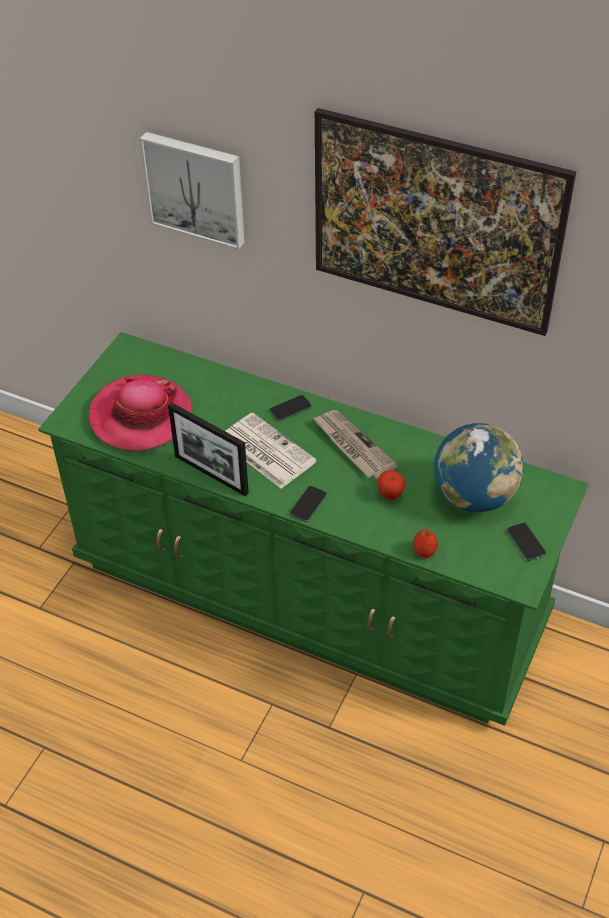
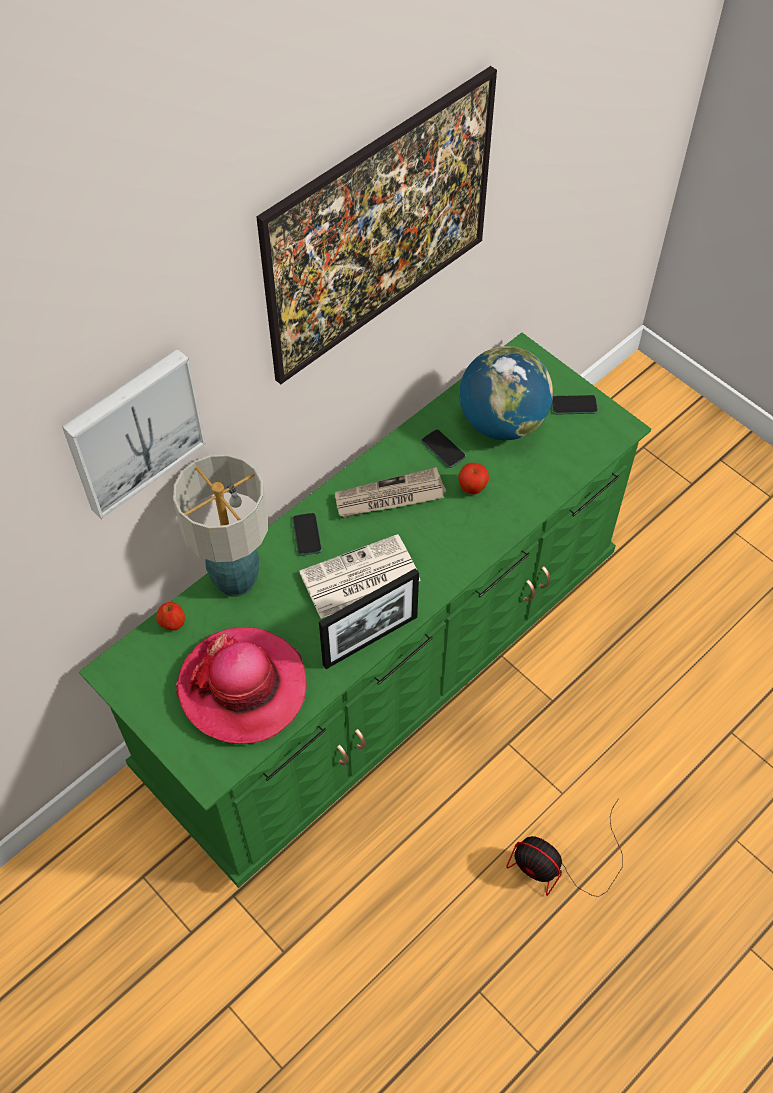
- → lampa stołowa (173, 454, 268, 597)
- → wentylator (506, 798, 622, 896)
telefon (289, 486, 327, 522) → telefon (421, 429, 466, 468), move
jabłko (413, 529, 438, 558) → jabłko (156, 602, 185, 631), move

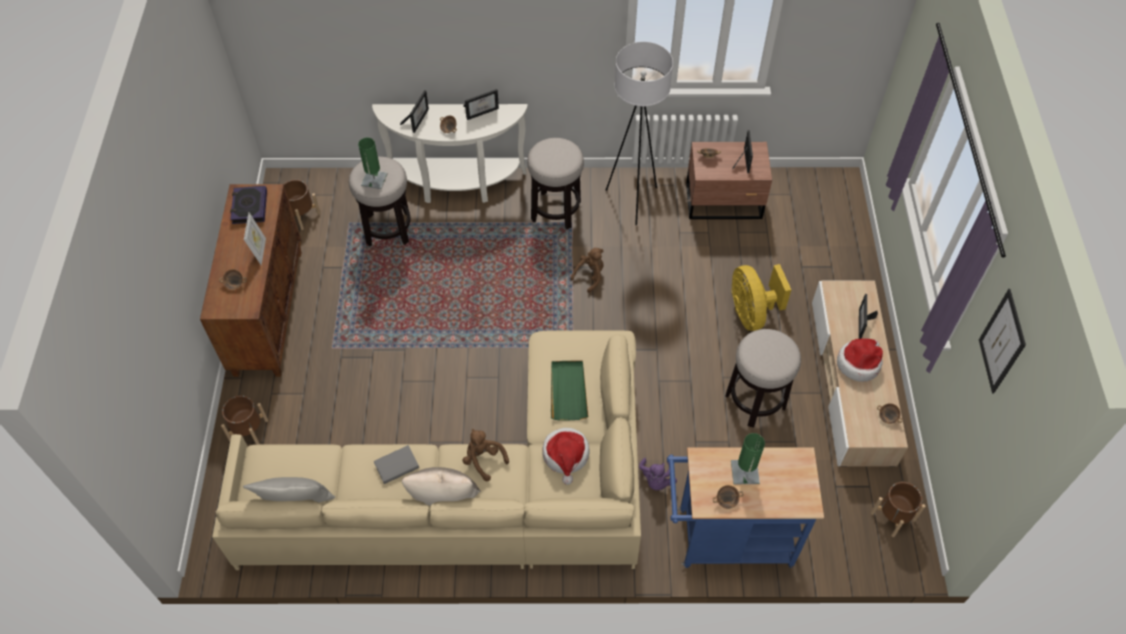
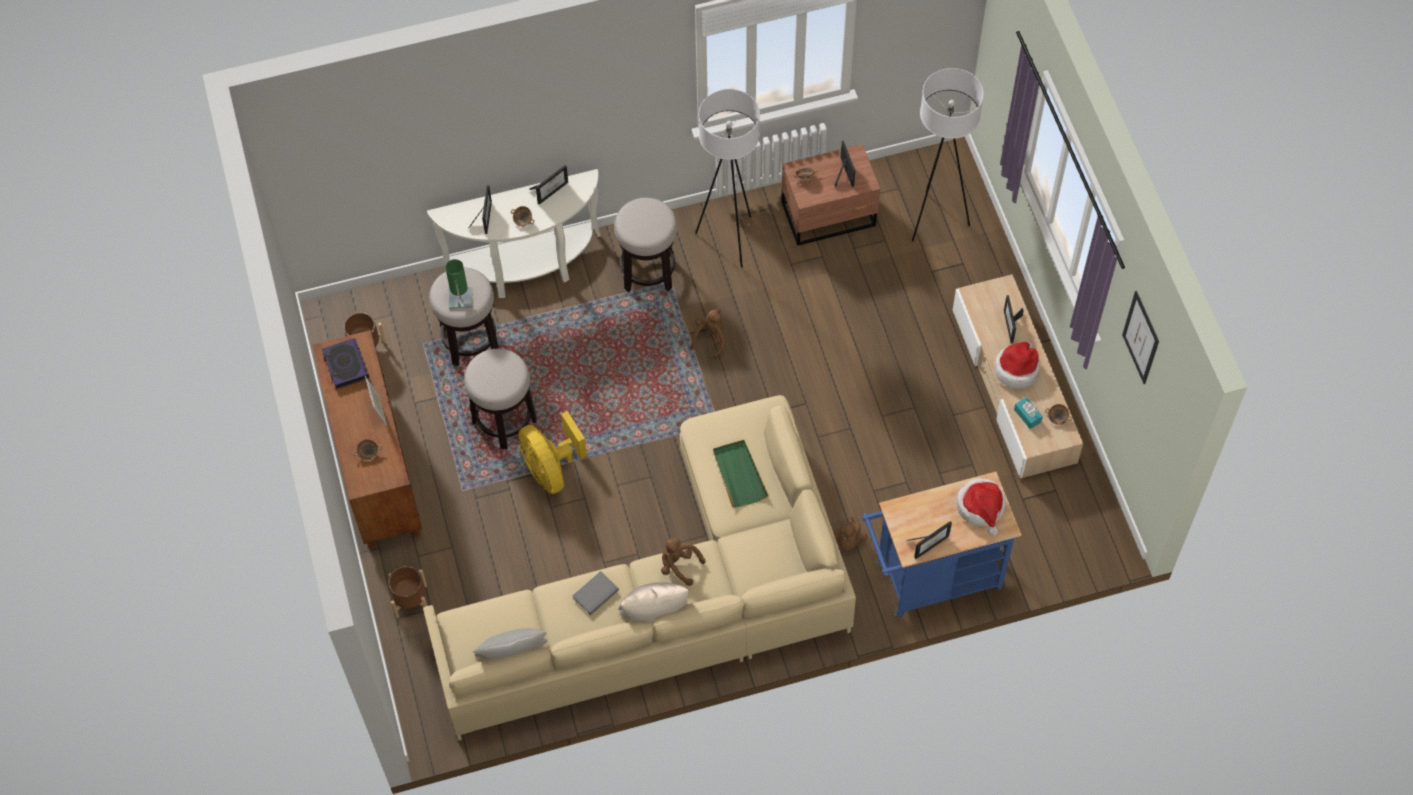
lampa stołowa (zielony) (731, 433, 765, 484) → -
donica (brązowy) (871, 482, 926, 537) → -
- → lampa stojąca (biały) (912, 68, 984, 242)
- → pudełko chusteczek (turkusowy) (1014, 397, 1043, 429)
kapelusz (542, 428, 590, 485) → kapelusz (956, 478, 1006, 536), move
stołek (725, 329, 801, 427) → stołek (464, 348, 537, 449), move
wentylator (żółty) (731, 264, 791, 331) → wentylator (żółty) (519, 411, 587, 494), move
miska (713, 485, 743, 509) → ramka na zdjęcie (906, 521, 952, 559)
pluszak (fioletowy) (639, 458, 677, 490) → pluszak (brązowy) (829, 516, 868, 550)

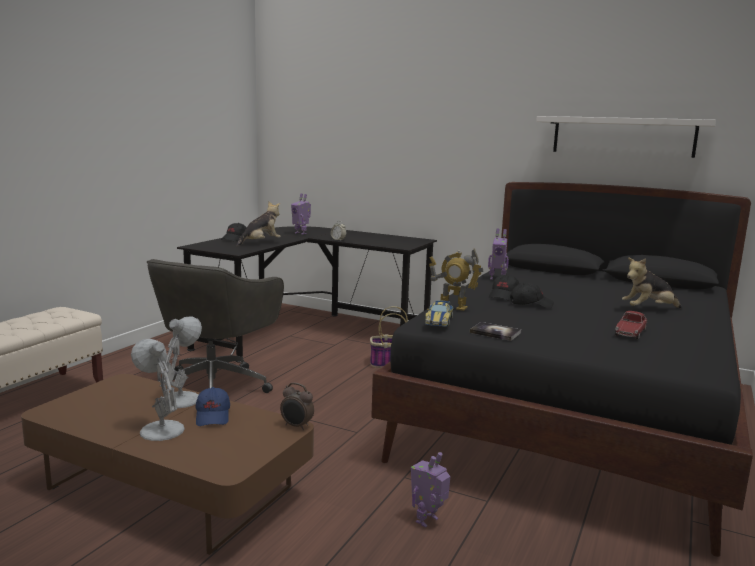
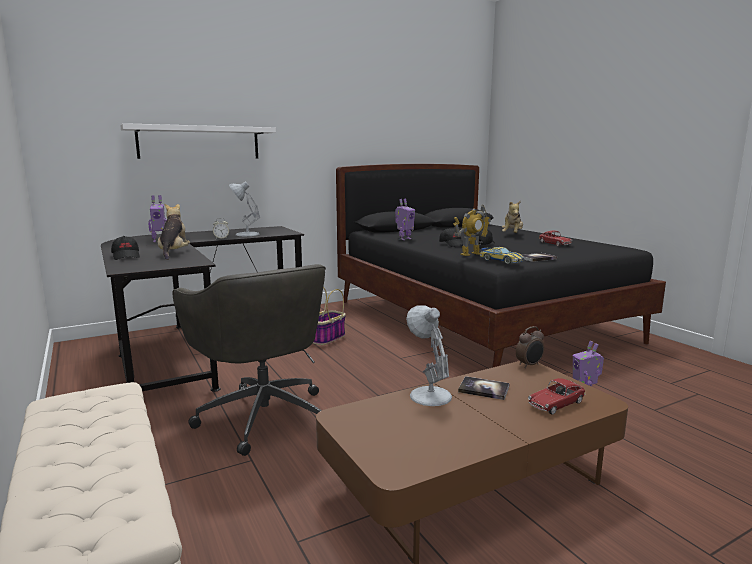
- → samochodzik (528, 378, 586, 414)
lampa stołowa (biały) (131, 339, 185, 441) → lampa stołowa (biały) (229, 182, 260, 236), move
półka (biały) (536, 116, 716, 158) → półka (biały) (120, 123, 276, 159), move
czapka z daszkiem (niebieski) (196, 387, 230, 426) → książka (458, 376, 510, 400)

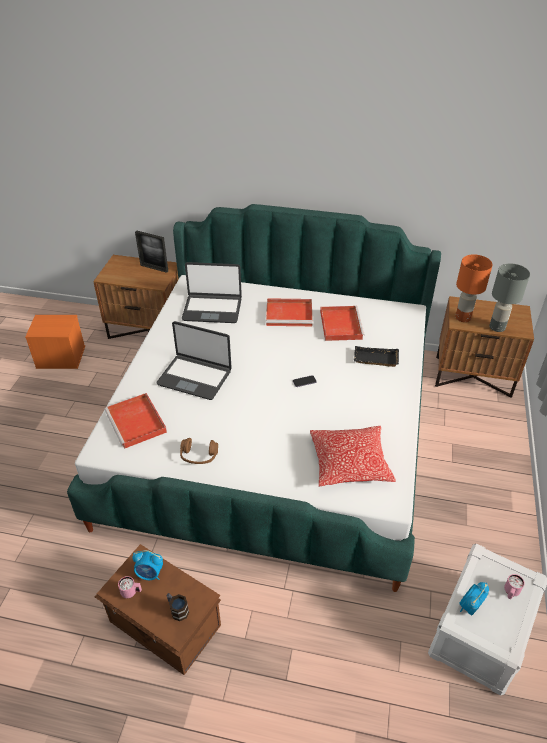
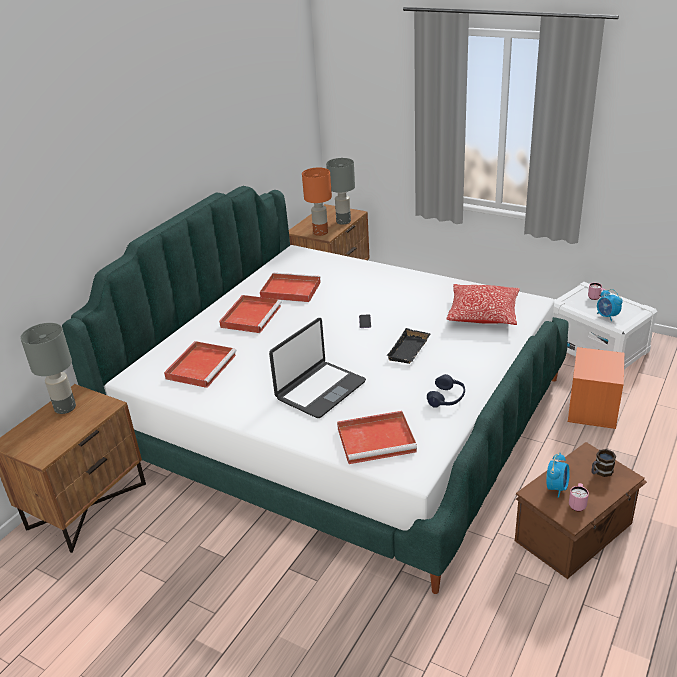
pojemnik do przechowywania (pomarańczowy) (25, 315, 85, 369) → pojemnik do przechowywania (pomarańczowy) (568, 347, 624, 429), move
taca (czarny) (354, 346, 399, 367) → taca (czarny) (386, 328, 431, 364), move
ramka na zdjęcie (135, 231, 168, 273) → lampa stołowa (szary) (20, 323, 76, 414)
laptop (182, 262, 242, 323) → taca (czerwony) (164, 341, 236, 388)
słuchawki (brązowy) (180, 438, 218, 464) → słuchawki (niebieski) (427, 374, 465, 408)

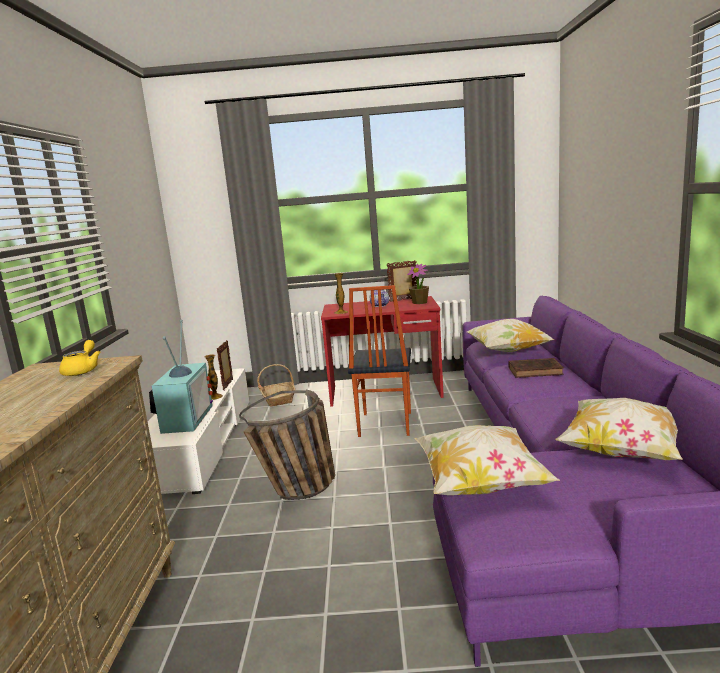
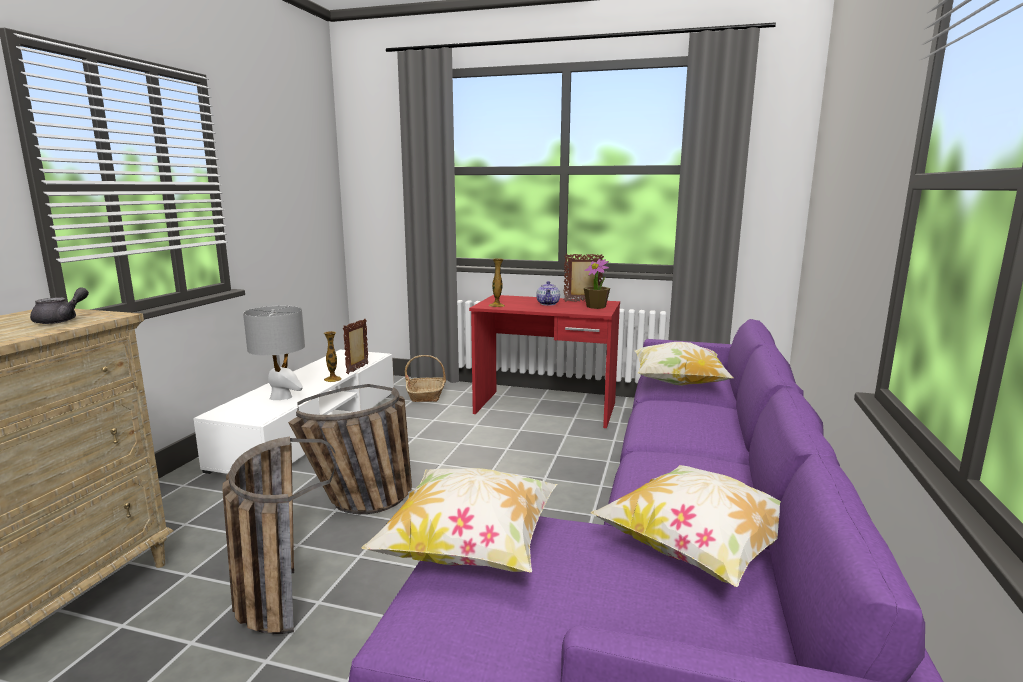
krzesło (348, 285, 411, 437) → -
książka (brązowy) (508, 358, 564, 378) → -
- → koszyk (222, 437, 336, 634)
telewizor (149, 320, 213, 434) → lampa stołowa (szary) (243, 306, 305, 400)
imbryk (żółty) (59, 340, 101, 376) → imbryk (szary) (30, 288, 89, 324)

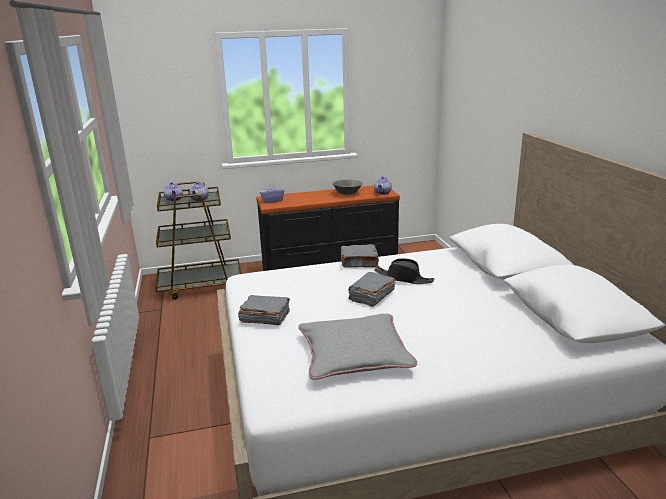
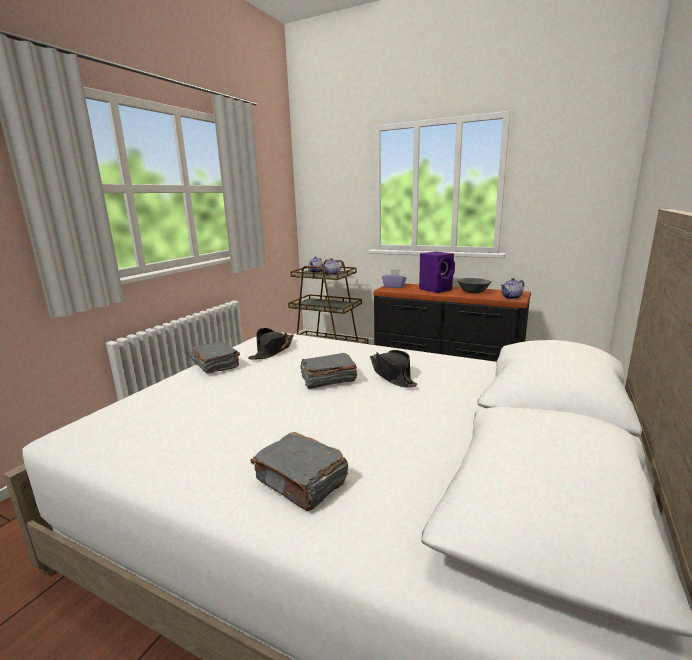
poduszka (szary) (298, 314, 417, 380) → -
- → kapelusz (czarny) (248, 328, 294, 359)
- → głośnik (fioletowy) (419, 251, 455, 293)
książka (szary) (341, 244, 379, 267) → książka (szary) (250, 432, 348, 511), move

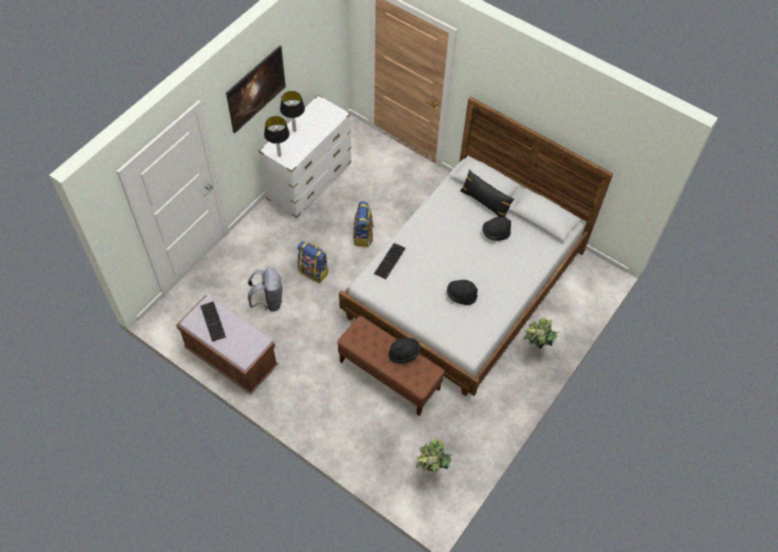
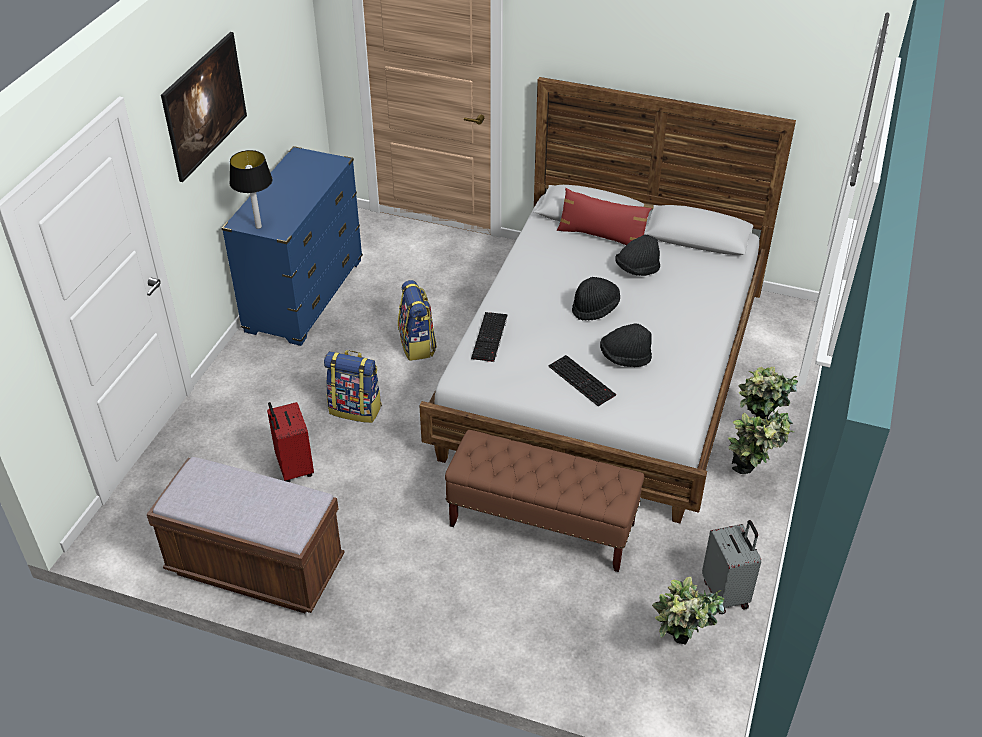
lampa stołowa (280, 91, 305, 132) → -
- → walizka (szary) (702, 520, 761, 614)
- → roślina doniczkowa (728, 409, 795, 474)
klawiatura (200, 301, 226, 342) → klawiatura (548, 355, 616, 406), move
kapelusz (czarny) (389, 338, 420, 364) → kapelusz (czarny) (572, 277, 620, 320), move
plecak (szary) (248, 267, 283, 312) → walizka (czerwony) (267, 402, 314, 482)
komoda (biały) (259, 95, 352, 219) → komoda (niebieski) (222, 146, 363, 346)
poduszka (czarny) (460, 170, 514, 217) → poduszka (czerwony) (557, 188, 652, 245)

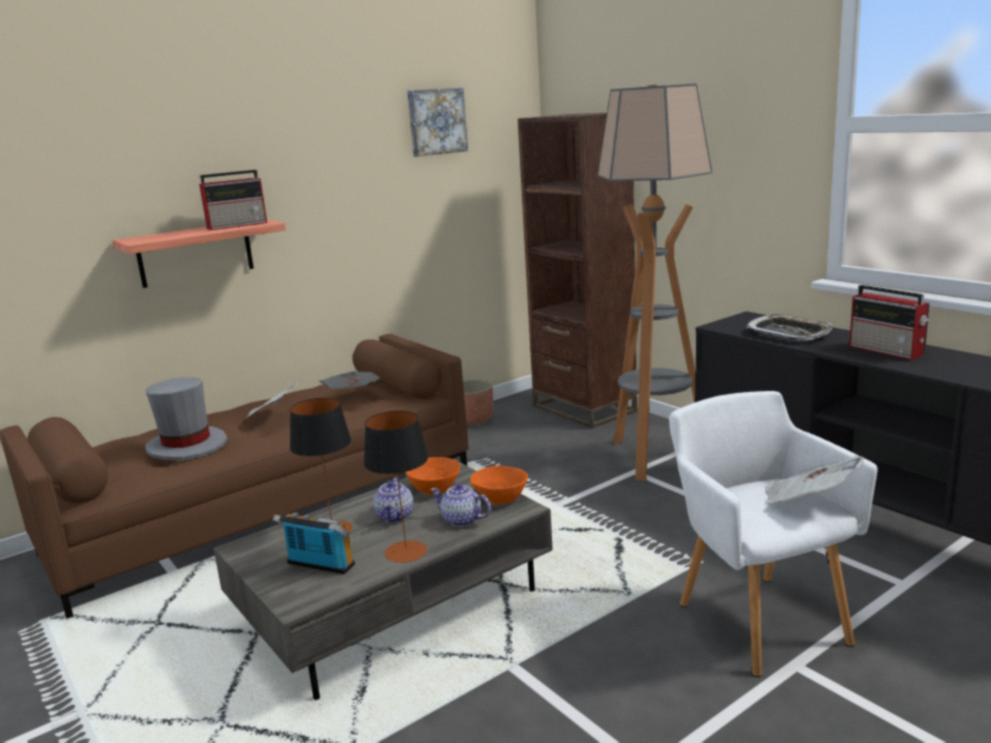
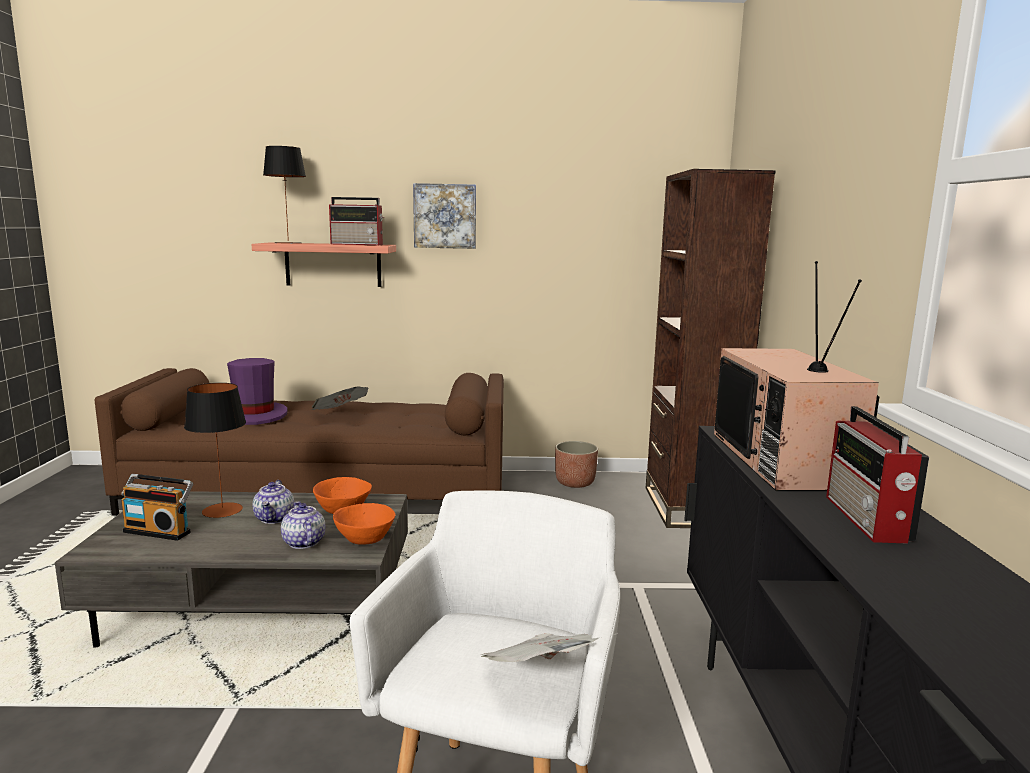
gazeta (318, 371, 380, 389) → -
lampa stojąca (597, 83, 713, 481) → -
lampa stołowa (364, 411, 428, 563) → lampa stołowa (263, 146, 306, 244), move
obraz (407, 88, 468, 157) → obraz (413, 183, 476, 249), move
taca (746, 314, 832, 341) → telewizor (714, 261, 879, 491)
kapelusz (szary) (145, 377, 228, 461) → kapelusz (fioletowy) (227, 358, 288, 425)
radio (273, 513, 355, 574) → radio (121, 474, 193, 541), 135 degrees clockwise
imbryk (373, 477, 414, 523) → imbryk (253, 480, 294, 524), 45 degrees counterclockwise

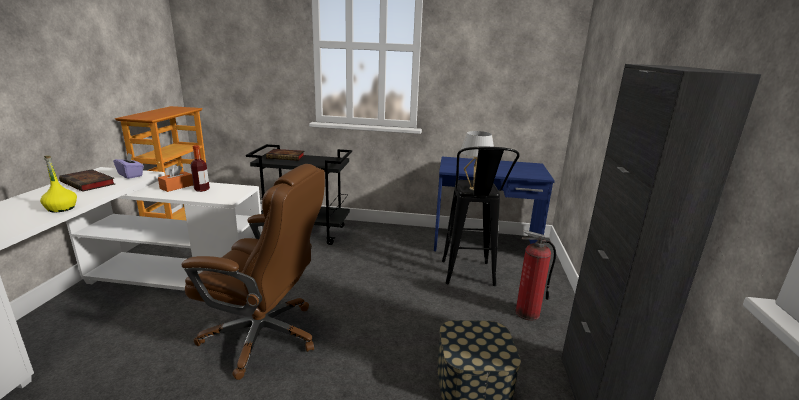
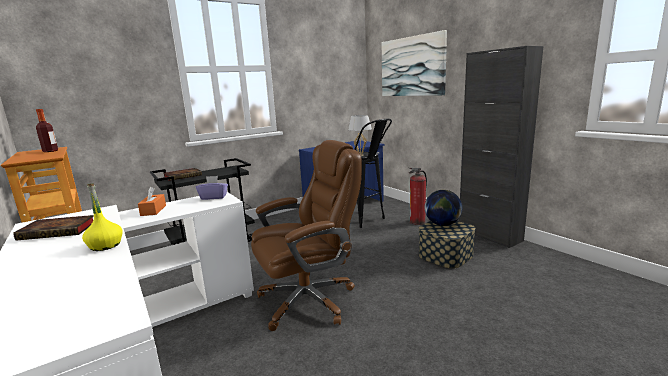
- → obraz (382, 30, 447, 96)
- → globus (425, 190, 462, 226)
pudełko chusteczek (fioletowy) (113, 153, 144, 179) → pudełko chusteczek (fioletowy) (196, 176, 228, 200), move
butelka (191, 145, 210, 192) → butelka (36, 109, 58, 152), move

